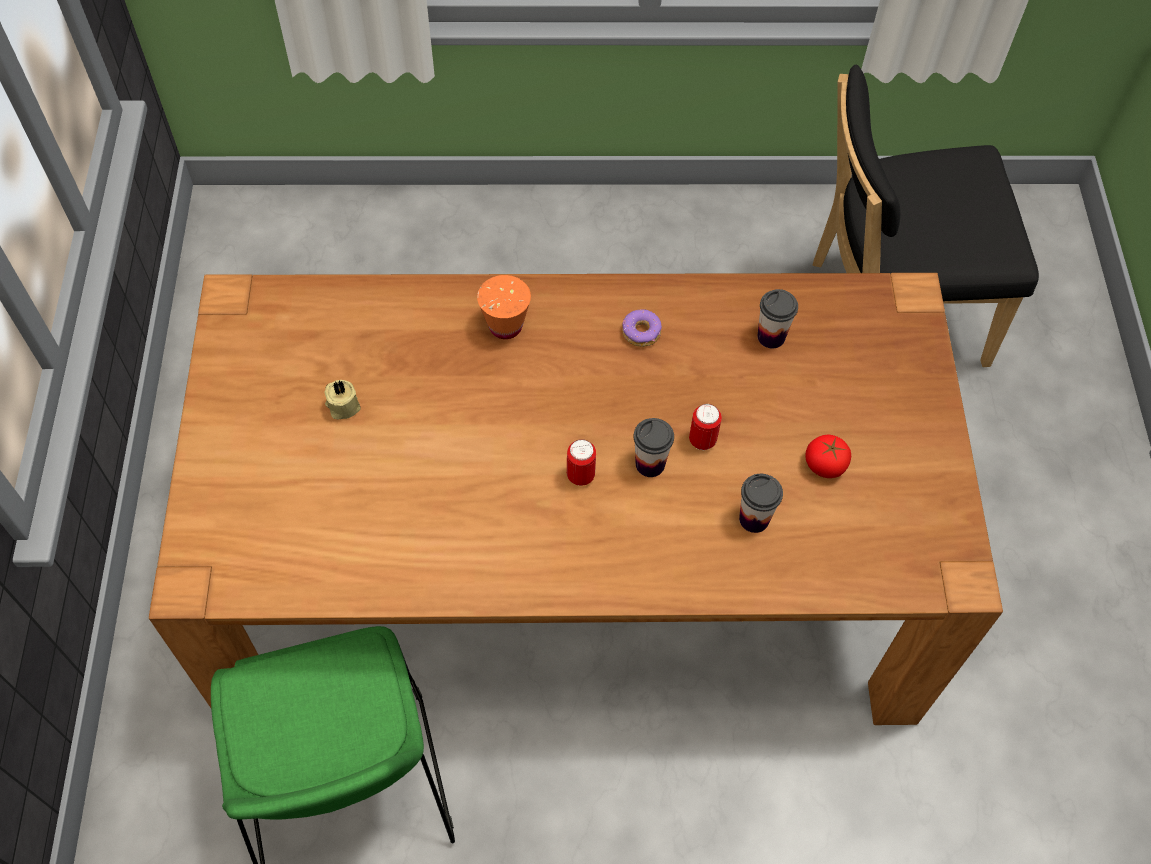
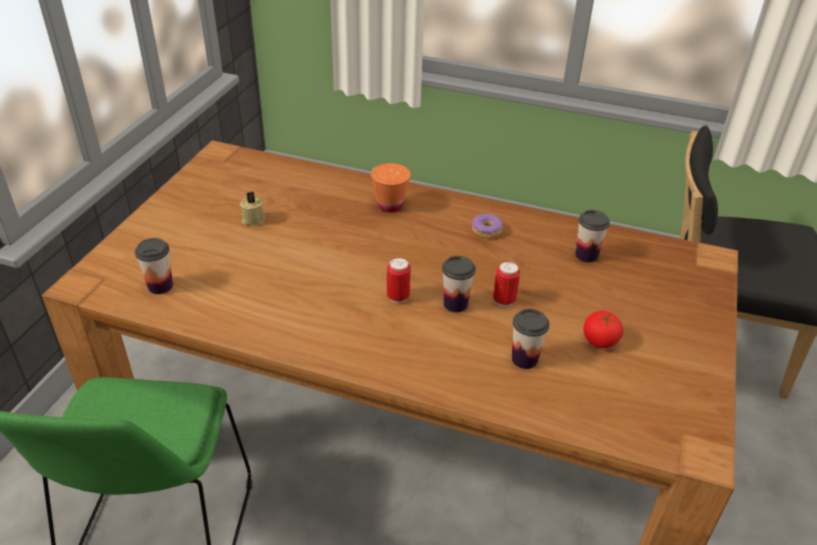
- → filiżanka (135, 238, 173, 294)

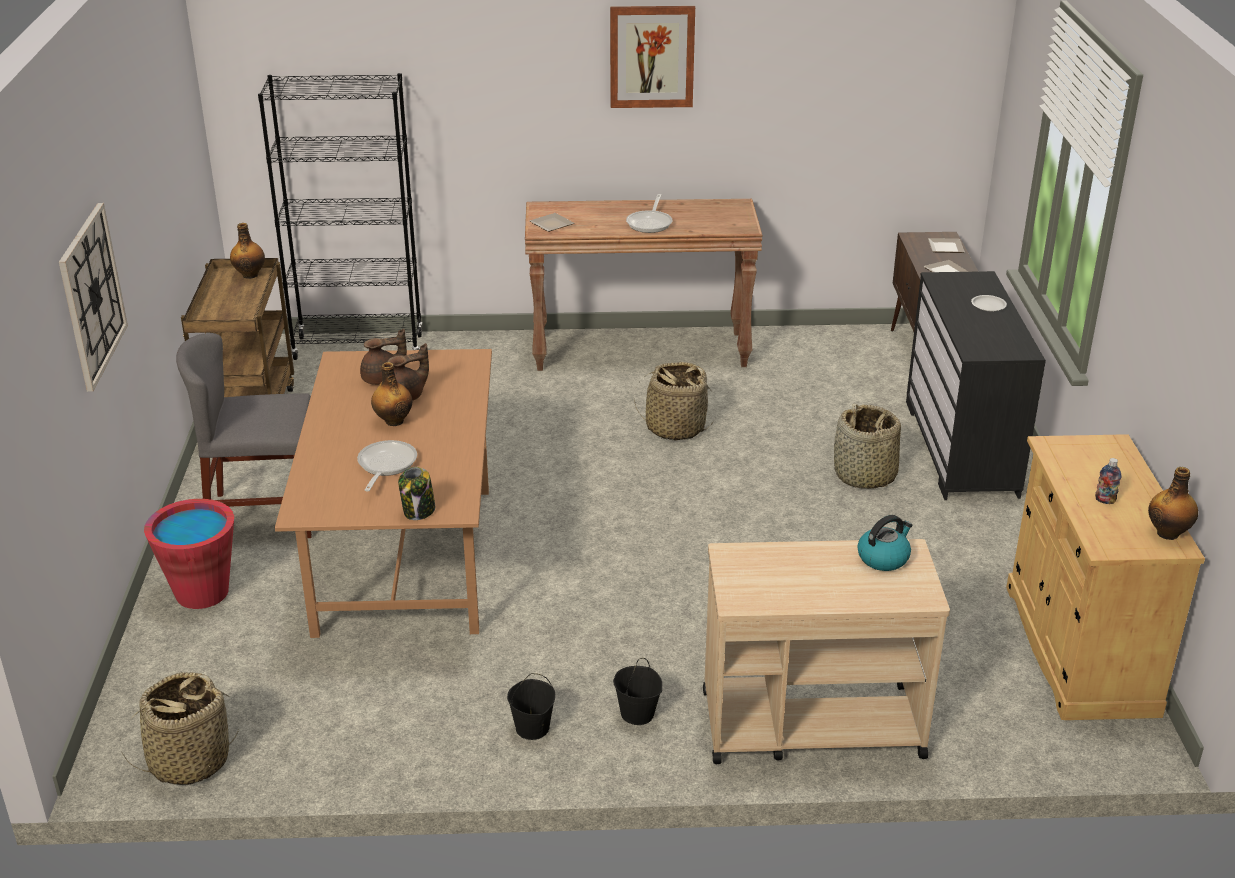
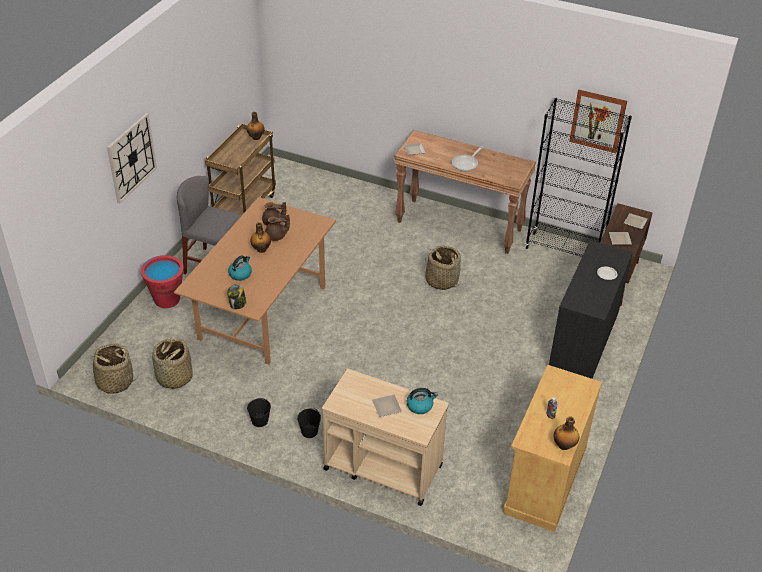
- → talerz (372, 395, 402, 417)
regał (czarny) (258, 73, 423, 360) → regał (czarny) (525, 98, 632, 257), move
obraz (610, 6, 695, 108) → obraz (569, 90, 627, 153), move
koszyk (834, 404, 901, 489) → koszyk (152, 338, 193, 390), move
patelnia (357, 440, 417, 491) → czajnik (228, 255, 252, 281)

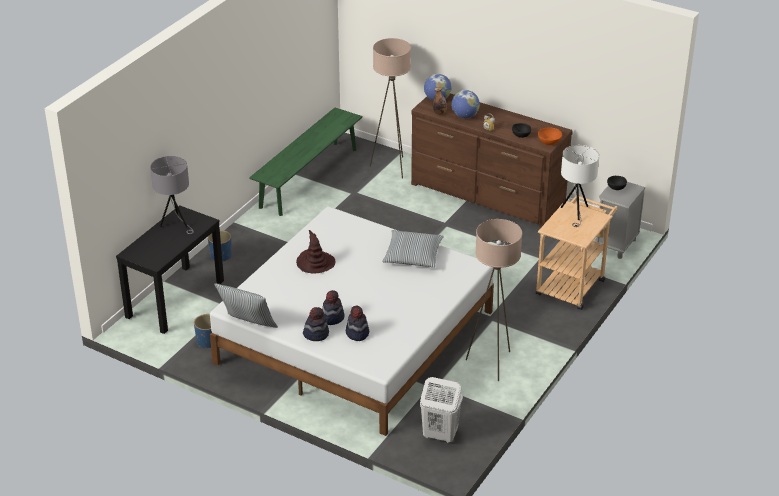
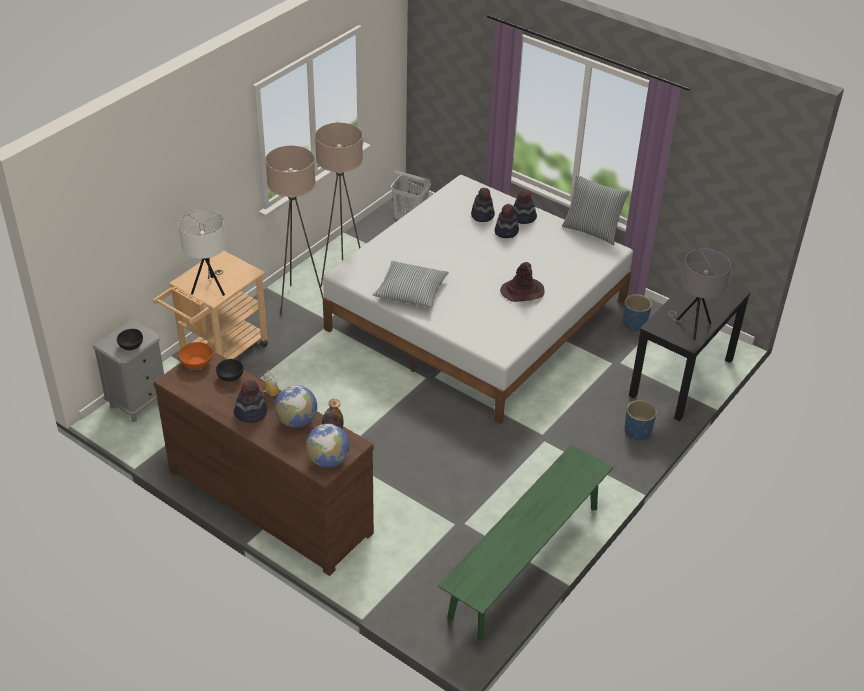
- → kapelusz (234, 380, 267, 423)
lampa stojąca (beżowy) (370, 38, 411, 179) → lampa stojąca (beżowy) (265, 146, 324, 316), move

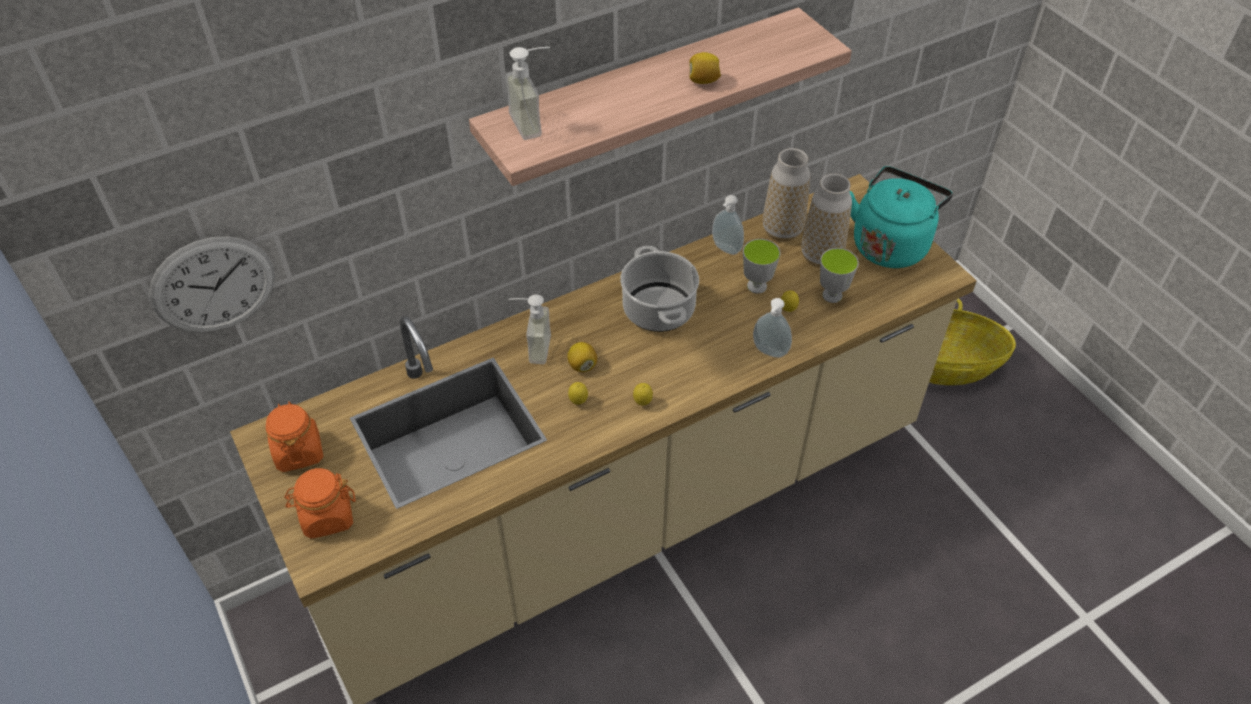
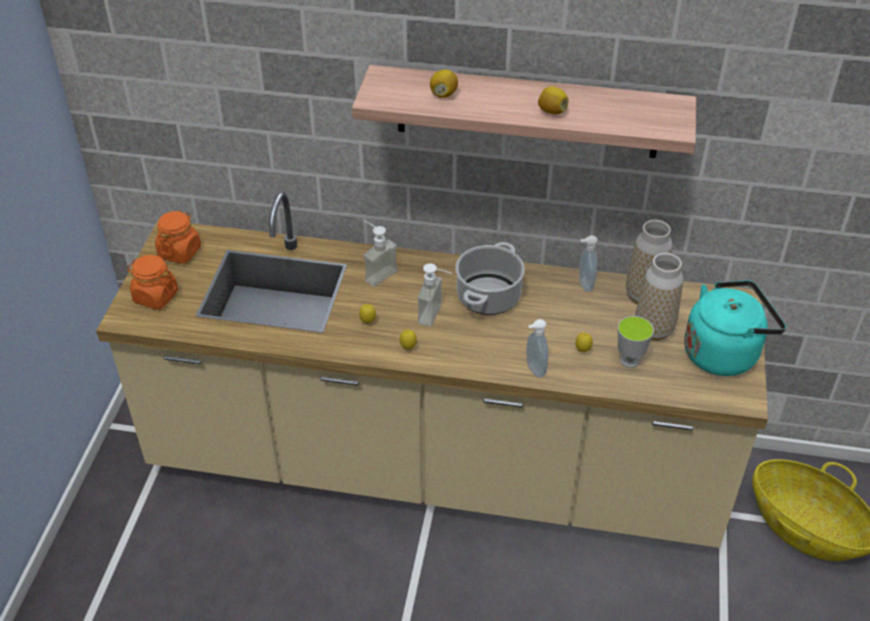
zegar ścienny (149, 236, 275, 333) → -
filiżanka (743, 239, 780, 294) → -
dozownik mydła (505, 47, 550, 140) → dozownik mydła (418, 263, 452, 326), move
cytryna (568, 342, 597, 372) → cytryna (430, 70, 458, 98), move

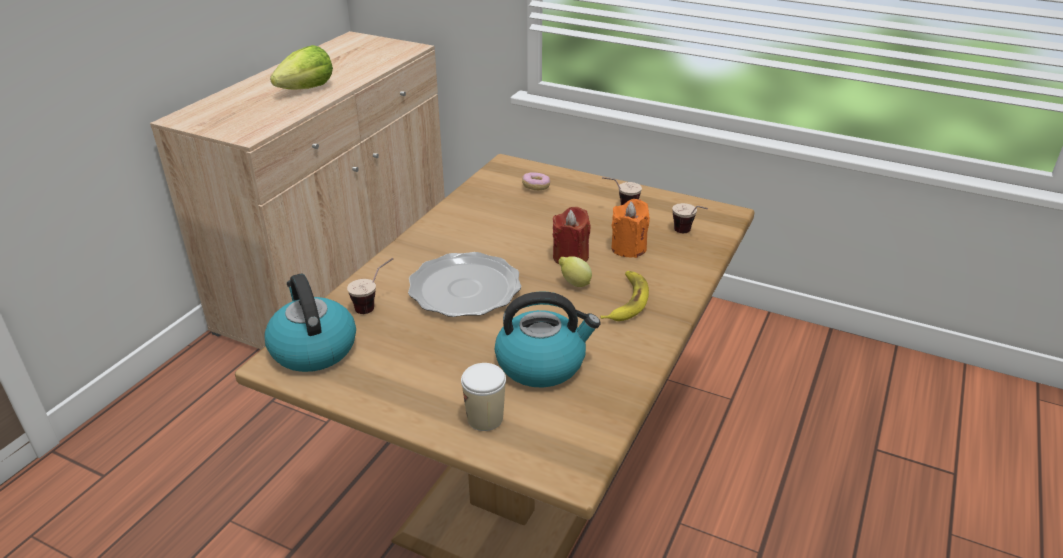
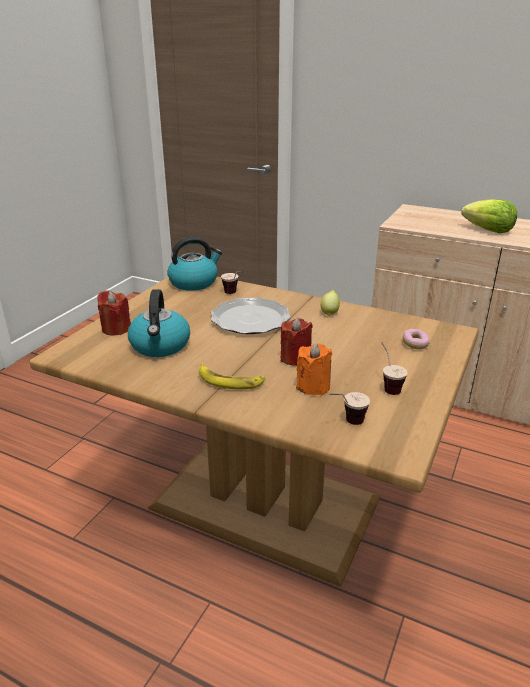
cytryna (558, 256, 592, 287) → cytryna (321, 290, 340, 316), move
filiżanka (461, 363, 506, 431) → świeca (czerwony) (97, 290, 131, 336)

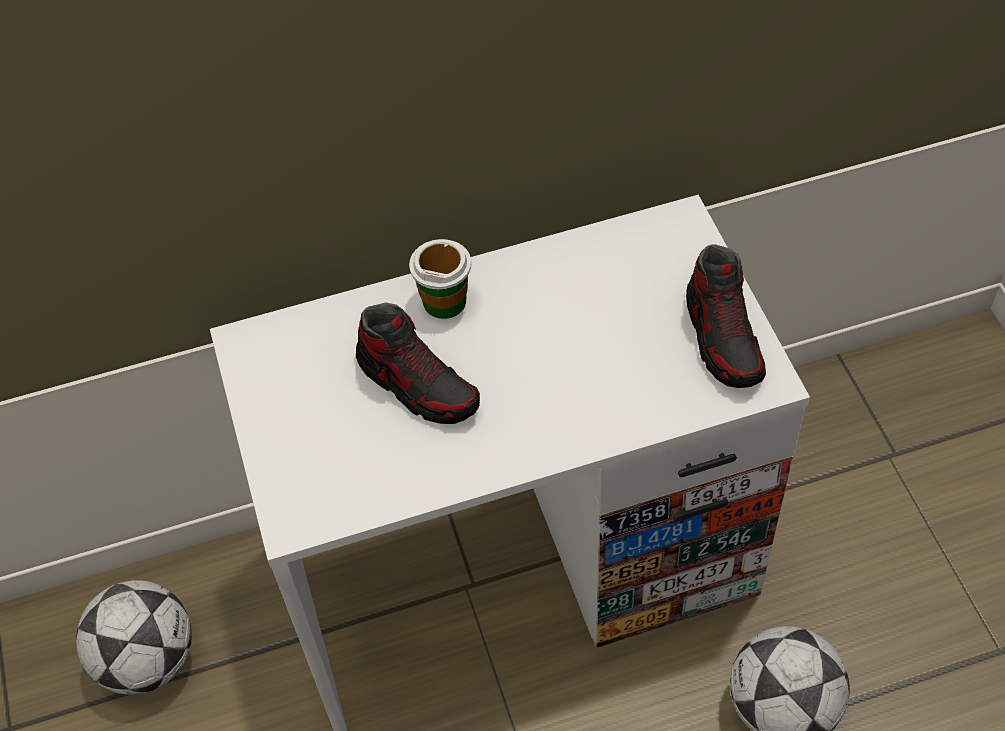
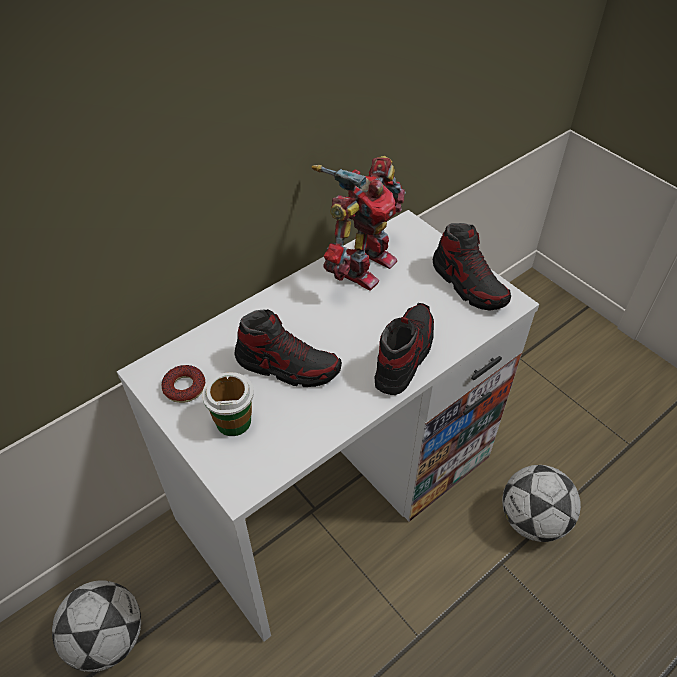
- → donut (162, 365, 205, 403)
- → robot zabawkowy (311, 156, 406, 291)
- → but (375, 303, 434, 395)
filiżanka (409, 239, 471, 319) → filiżanka (202, 372, 254, 436), move

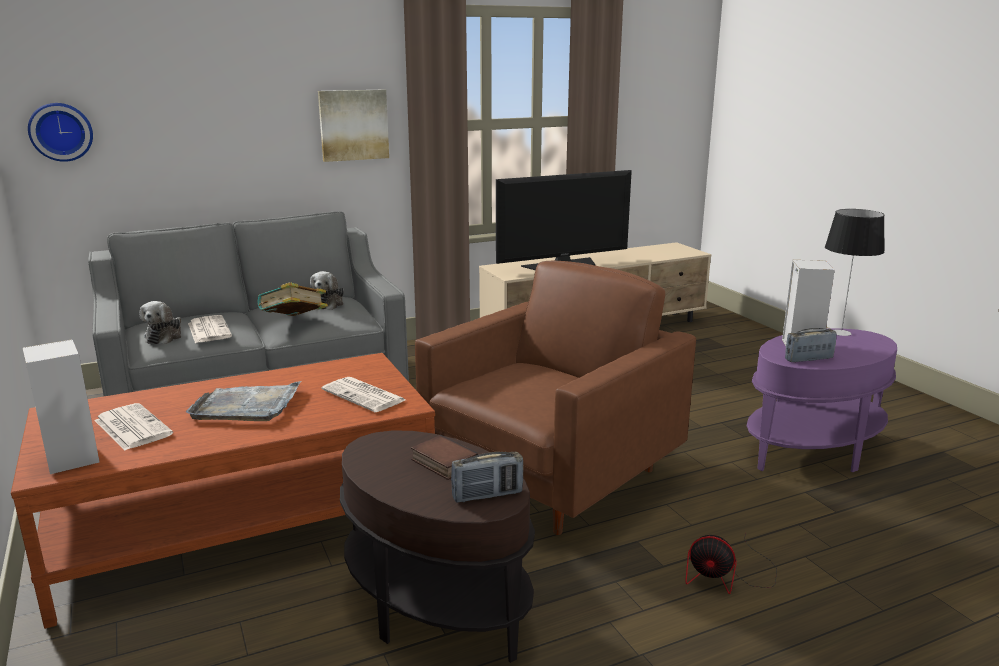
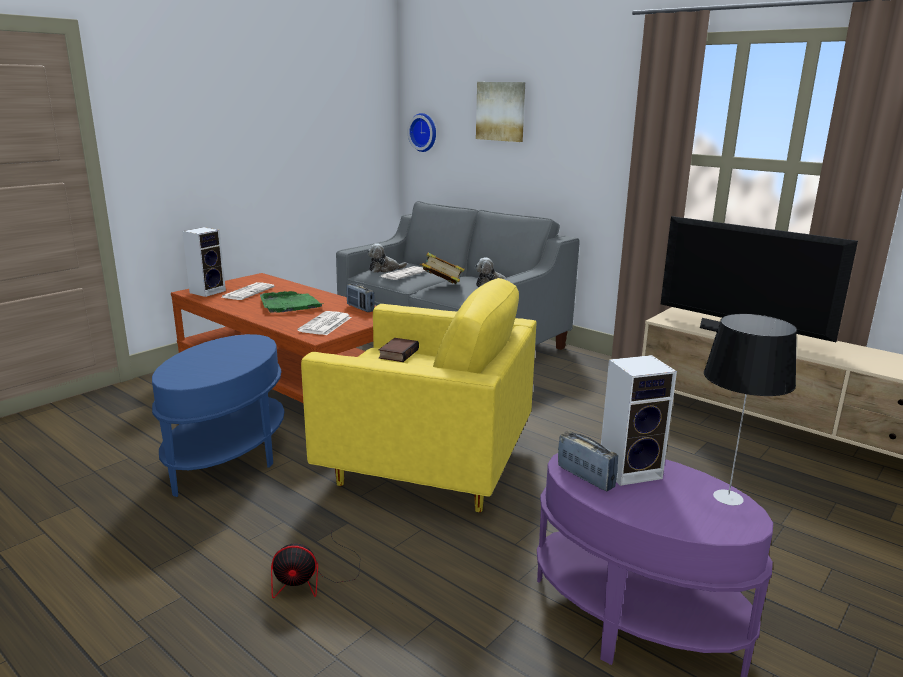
obraz (318, 90, 389, 162) → obraz (476, 82, 525, 142), move
książka (411, 435, 478, 480) → książka (379, 338, 419, 362), move
radio (451, 452, 523, 503) → radio (346, 283, 375, 312), move
taca (szary) (186, 381, 302, 421) → taca (zielony) (260, 291, 322, 313)
stolik (brązowy) (340, 430, 535, 663) → stolik (niebieski) (152, 334, 284, 497)
fotel (brązowy) (415, 261, 696, 535) → fotel (żółty) (301, 278, 537, 512)
wentylator (686, 533, 777, 594) → wentylator (271, 532, 360, 598), 90 degrees counterclockwise

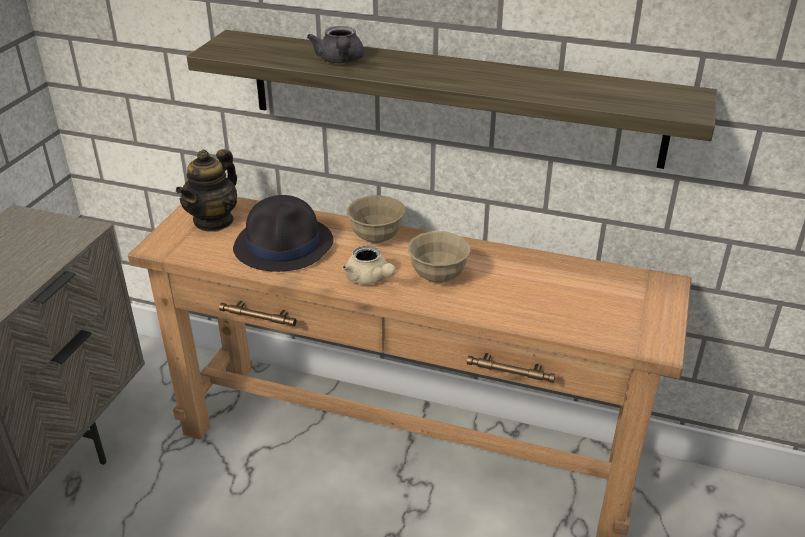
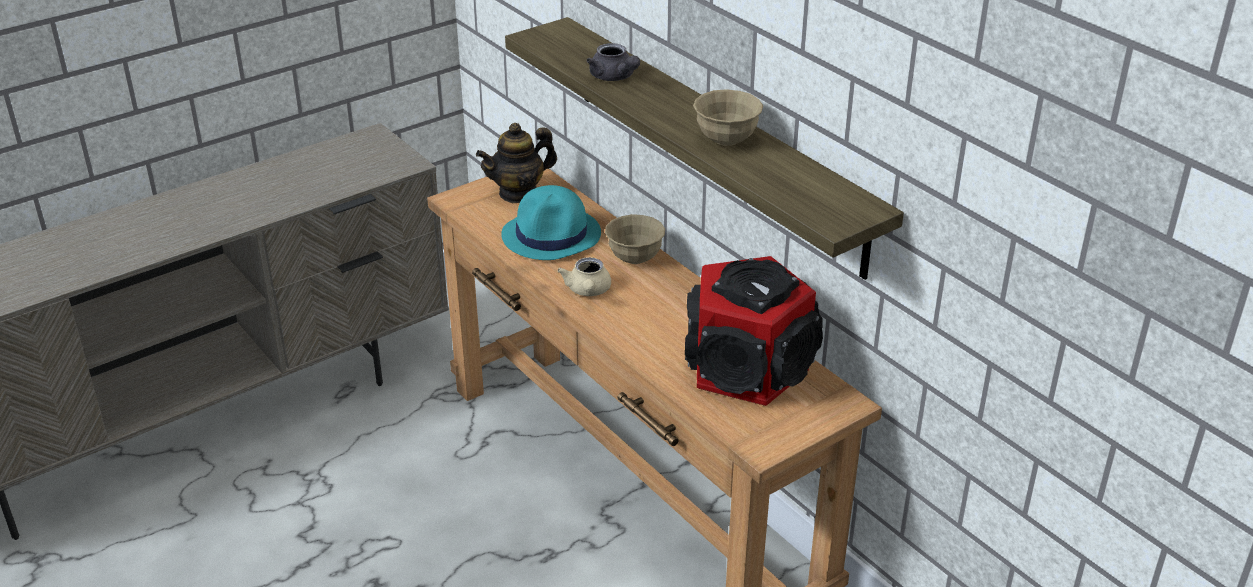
- → głośnik (685, 256, 823, 406)
miska (beżowy) (408, 231, 471, 283) → miska (beżowy) (693, 89, 763, 146), move
kapelusz (czarny) (233, 195, 334, 272) → kapelusz (turkusowy) (501, 185, 601, 260)
imbryk (szary) (307, 26, 364, 64) → imbryk (szary) (586, 43, 640, 81), 60 degrees counterclockwise

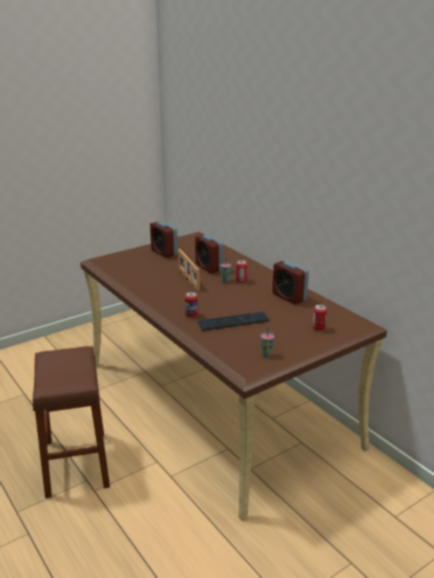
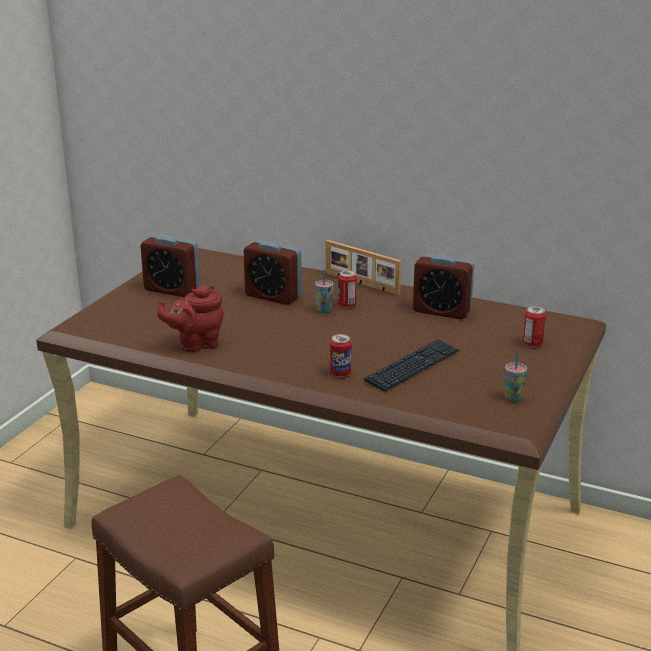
- → imbryk (czerwony) (157, 285, 224, 352)
ramka na zdjęcie (178, 249, 200, 291) → ramka na zdjęcie (326, 240, 401, 295), move

